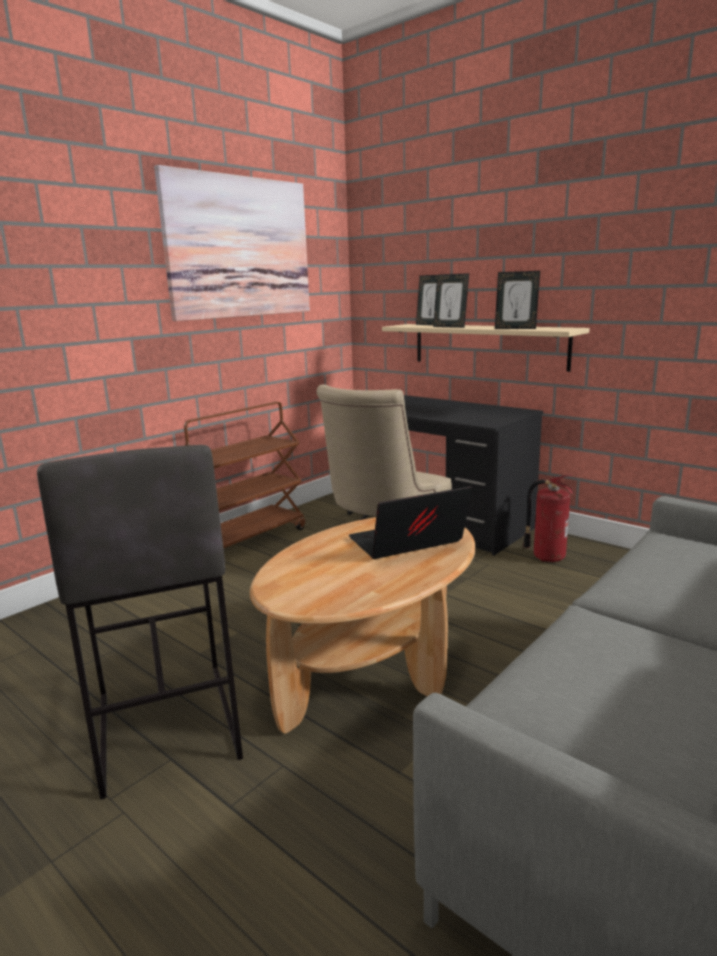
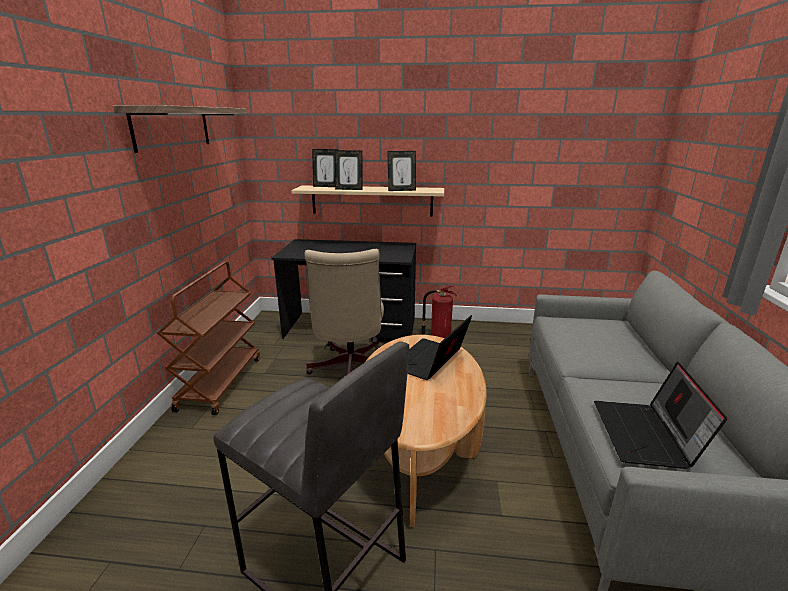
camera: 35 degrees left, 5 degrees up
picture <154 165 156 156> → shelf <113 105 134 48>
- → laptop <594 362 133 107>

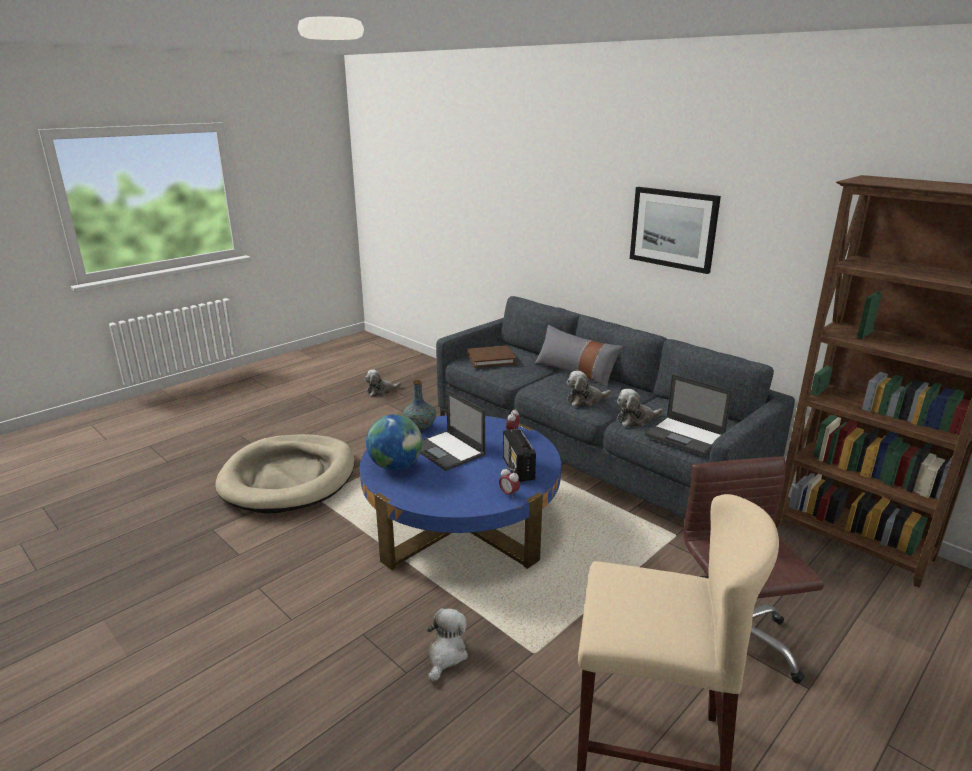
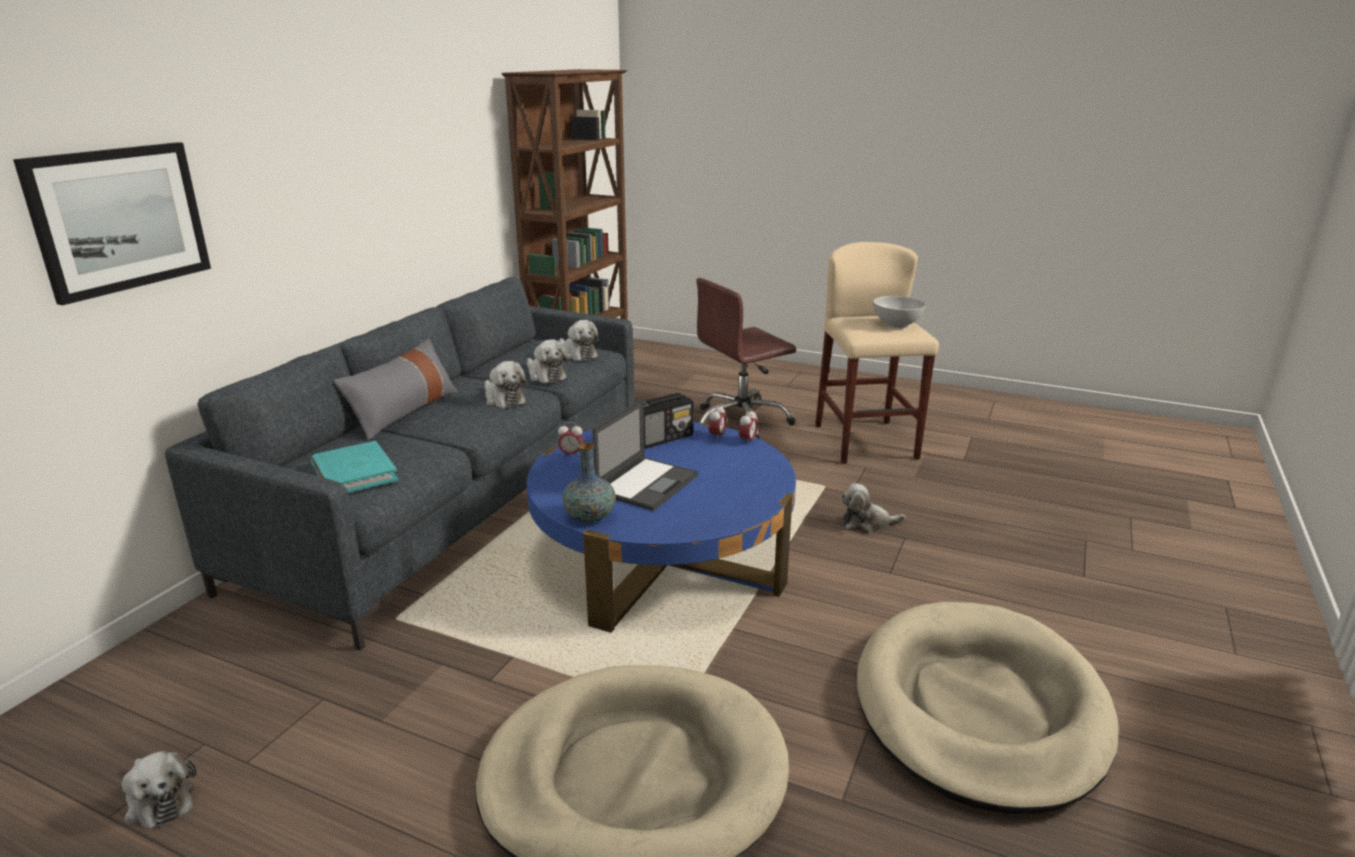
camera: 110 degrees left, 0 degrees up
picture <630 187 91 87> → picture <13 142 198 163>, moved
brown_book <467 346 49 22> → turquoise_book <311 441 87 52>
laptop <644 374 88 82> → plush_toy <559 320 39 41>
globe <366 414 56 56> → -
- → white_bowl <873 296 53 32>
- → alarm_clock <739 409 19 36>
- → beige_dog_bed <856 602 263 212>

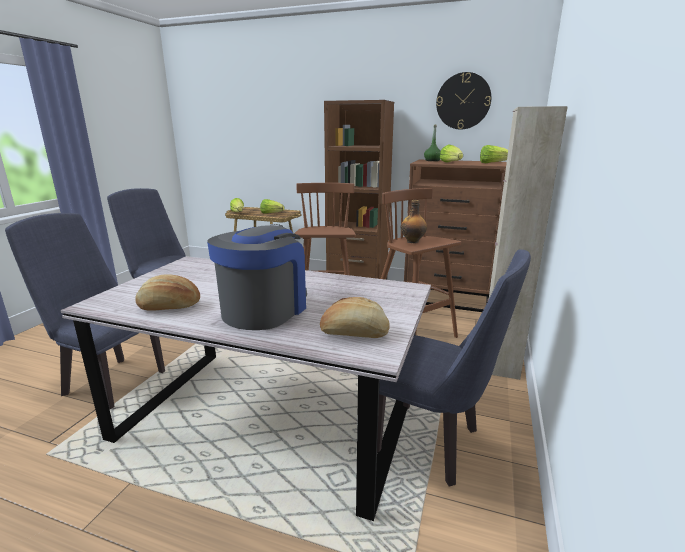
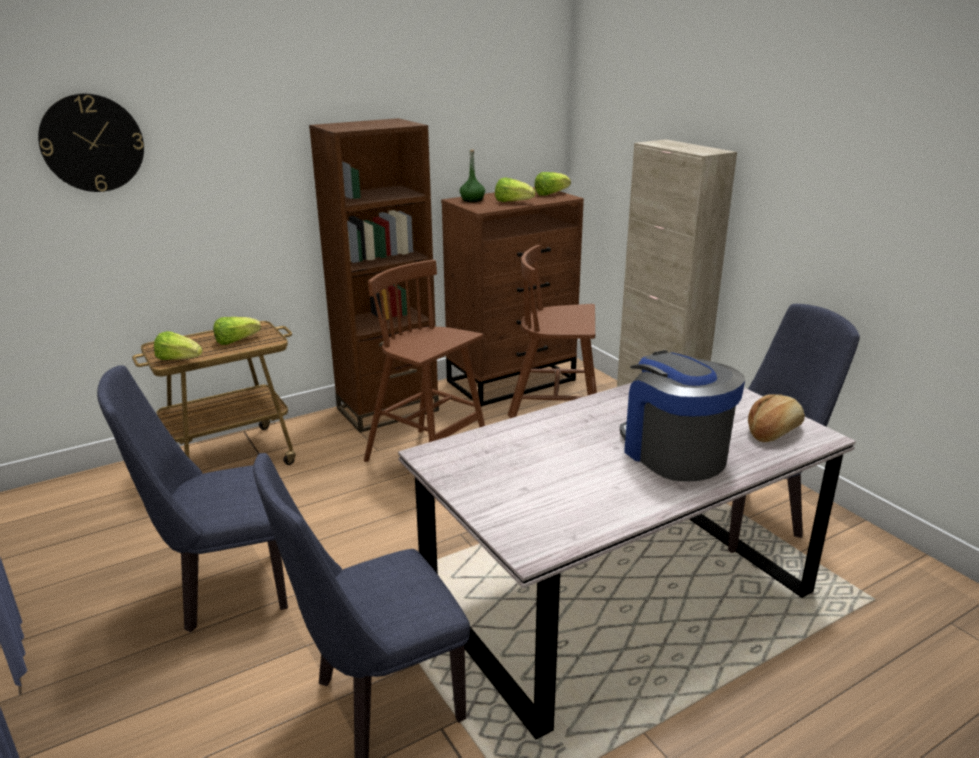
camera: 50 degrees left, 5 degrees up
wall_clock <436 72 55 58> → wall_clock <38 94 106 98>, moved
bottle <401 200 26 43> → -
bread <135 274 65 37> → -

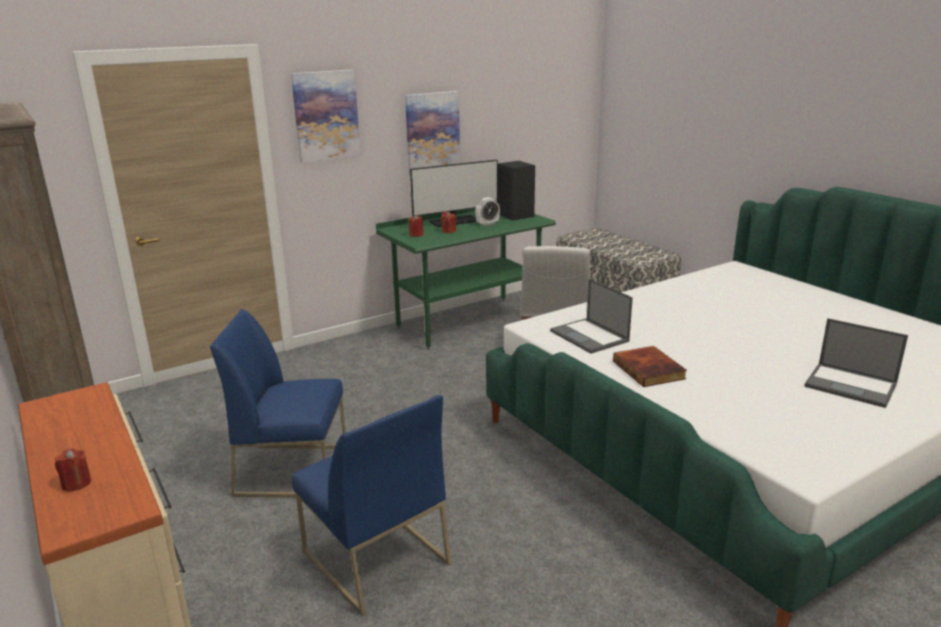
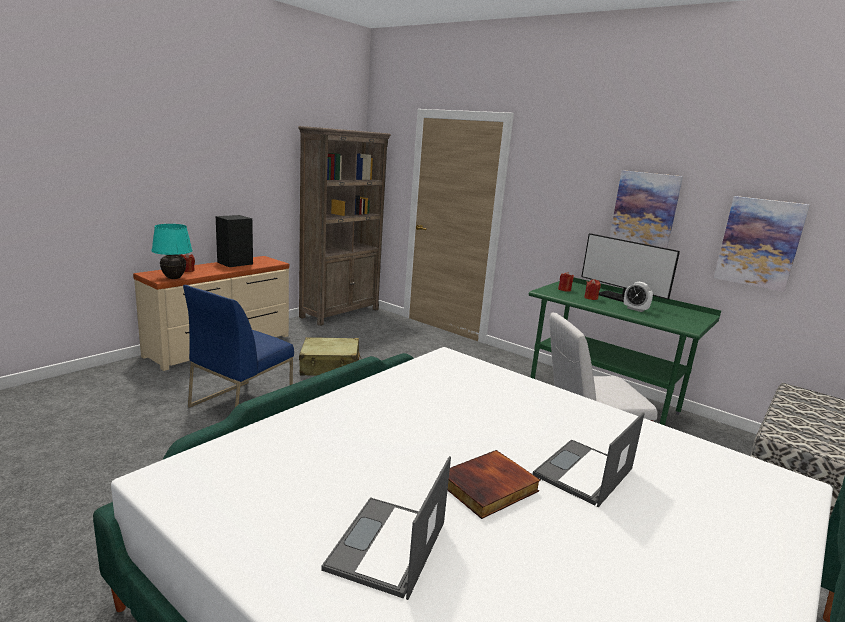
camera: 70 degrees right, 5 degrees down
picture <291 70 70 93> → picture <714 196 96 96>, moved
black_speaker <498 161 37 59> → black_speaker <216 215 37 52>, moved
laptop <550 279 83 75> → laptop <533 412 112 95>, moved
blue_chair <210 309 136 188> → beige_suitcase <299 337 63 39>
book <613 346 74 41> → book <440 450 101 69>, moved
- → turquoise_table_lamp <152 224 41 55>

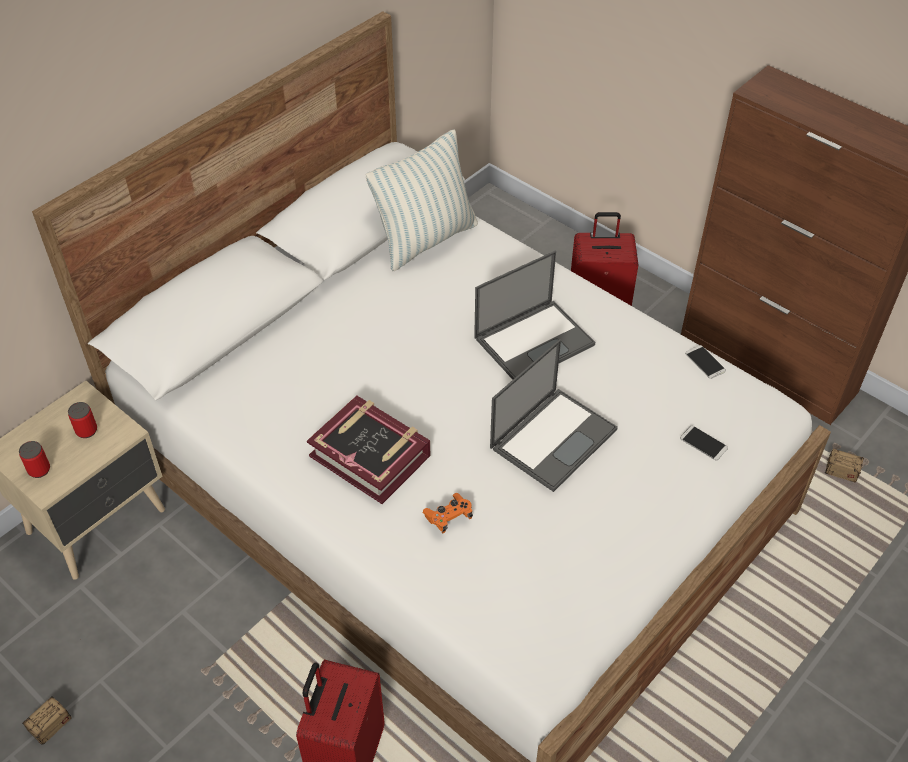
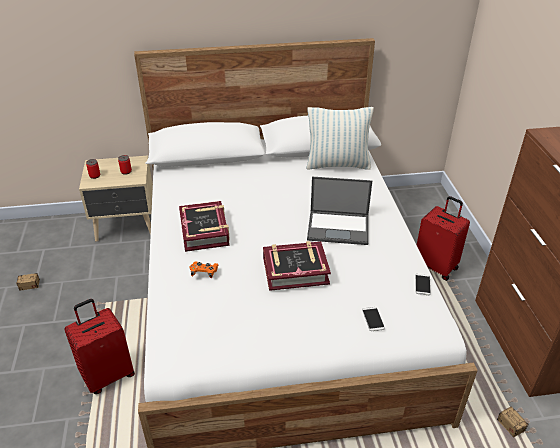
camera: 40 degrees right, 10 degrees down
laptop <490 339 128 153> → book <263 241 68 50>

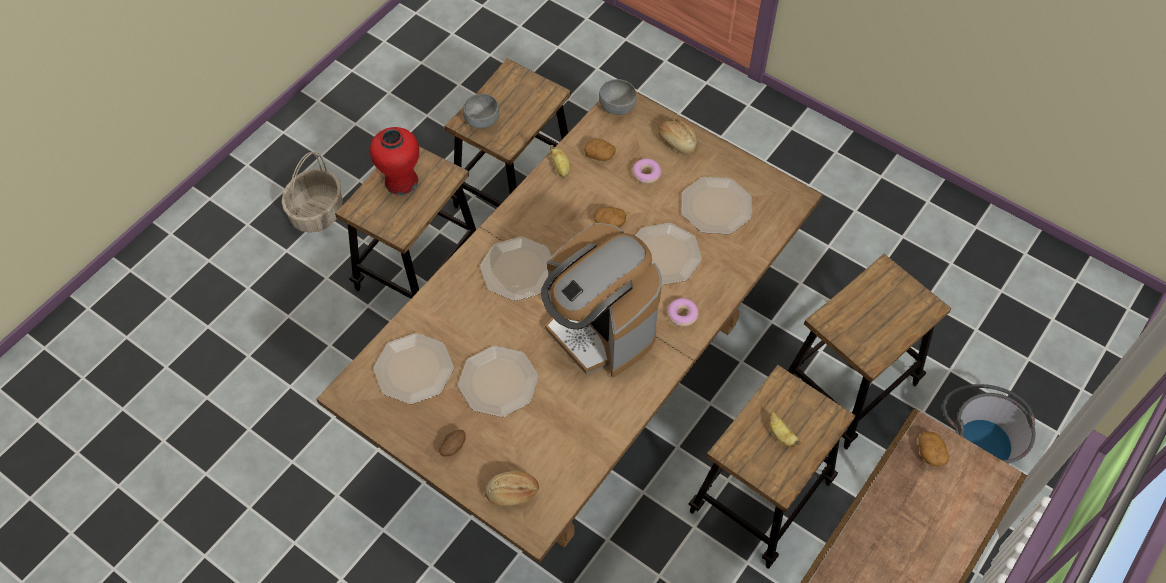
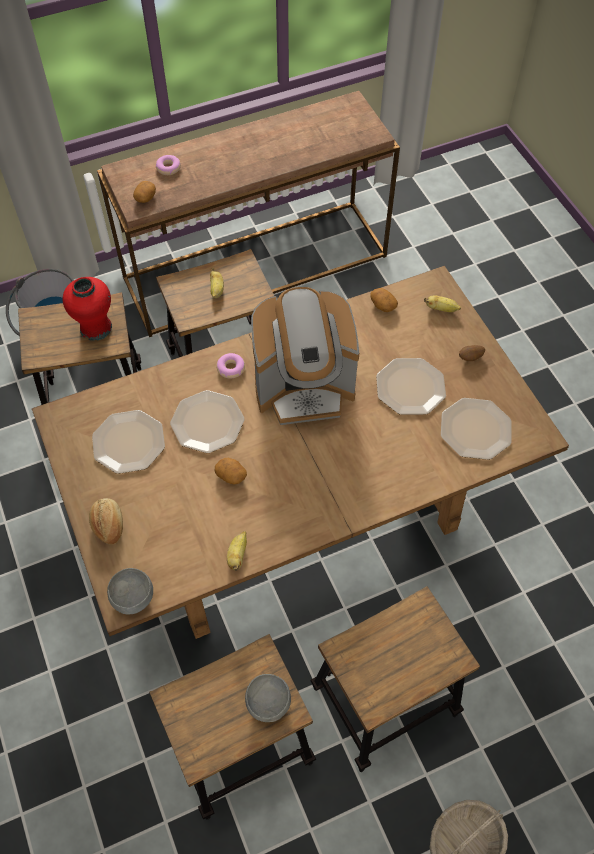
camera: 150 degrees left, 0 degrees up
red_vase <370 127 49 68> → red_vase <62 277 50 64>, moved
potato <584 139 32 22> → potato <370 288 28 24>, moved
donut <632 158 29 26> → donut <156 155 25 20>, moved
coffee_machine <541 223 121 155> → coffee_machine <251 287 108 138>, 90 degrees clockwise
plate <480 237 71 64> → -
bread <485 471 54 35> → banana <424 295 37 17>

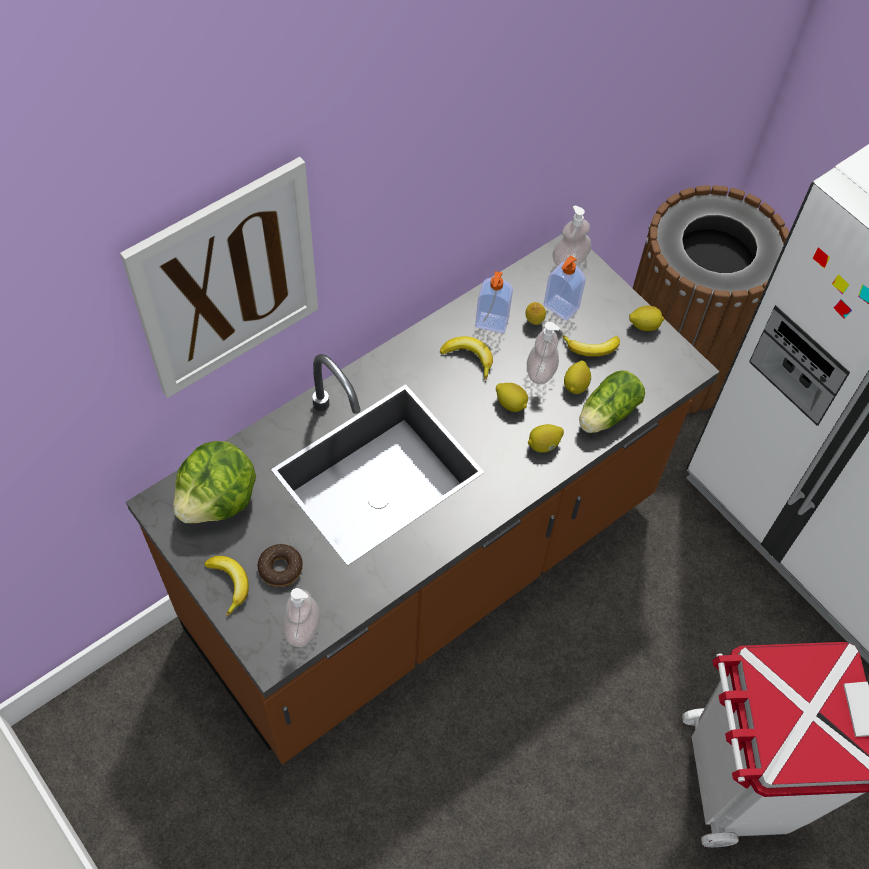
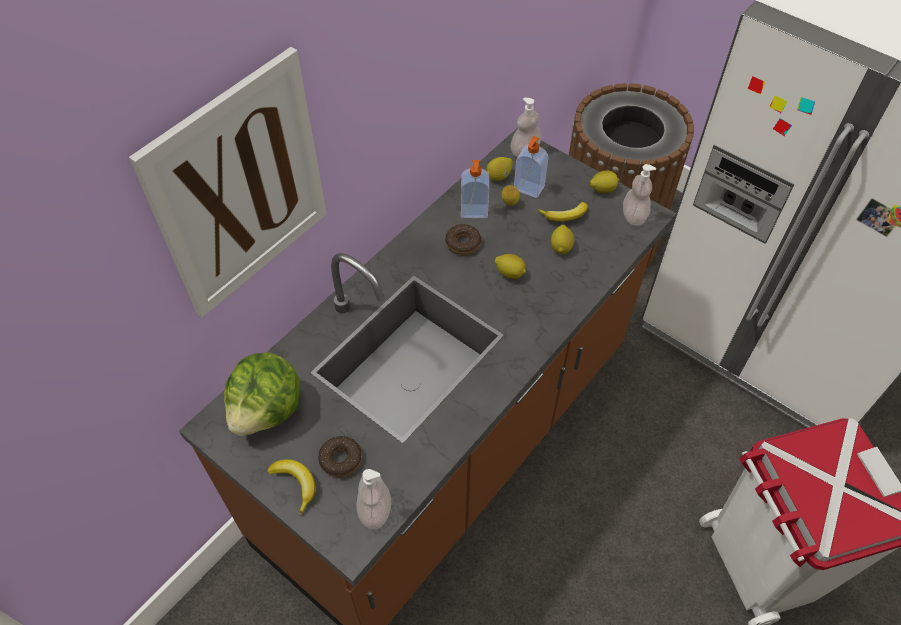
camera: 10 degrees left, 5 degrees down
soap_dispenser <527 322 33 62> → soap_dispenser <623 164 33 61>, moved
banana <440 336 53 44> → donut <445 224 36 31>
lettuce <579 370 66 63> → -
lemon <528 424 36 29> → lemon <486 157 27 24>, moved

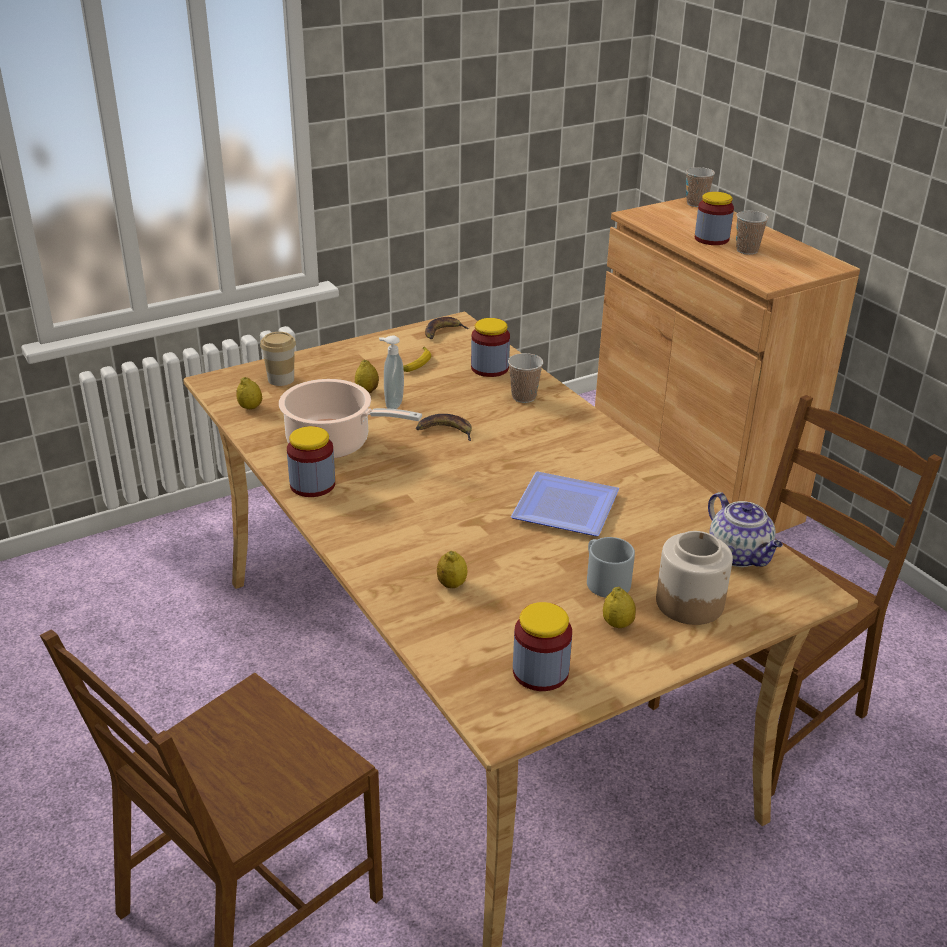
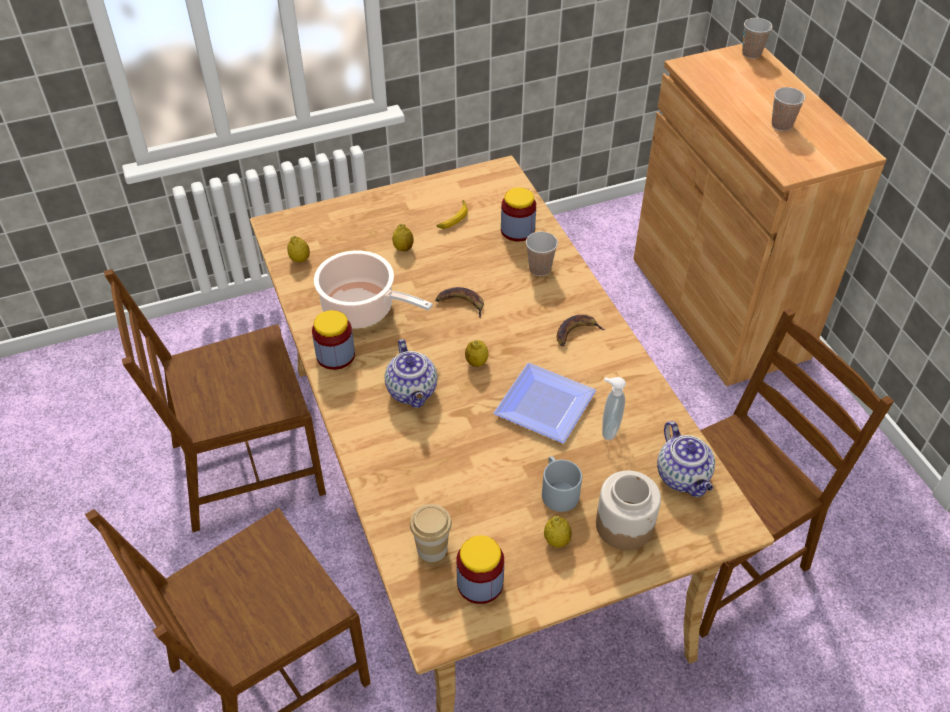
camera: 10 degrees right, 15 degrees up
jar <694 192 40 53> → -
banana <425 317 44 22> → banana <557 314 48 32>, moved
cup <260 332 36 54> → cup <410 504 42 58>, moved
soap_dispenser <379 336 25 73> → soap_dispenser <602 377 24 63>, moved
lemon <437 551 30 37> → lemon <465 340 23 27>, moved
- → brown_chair <104 269 222 263>
- → teapot <385 339 53 69>

